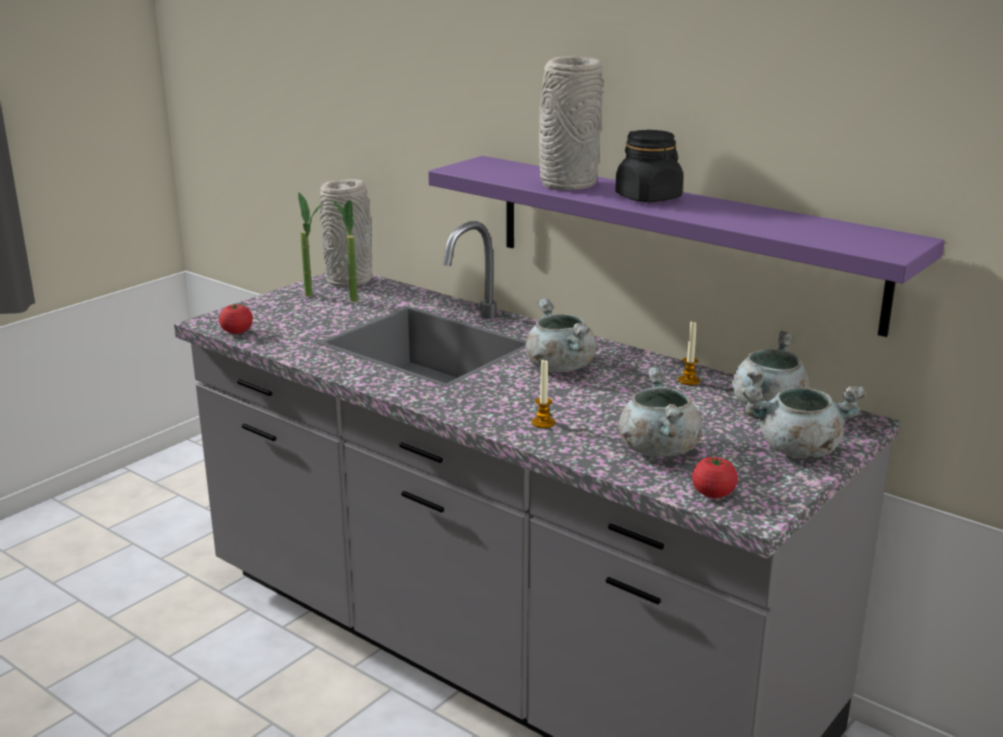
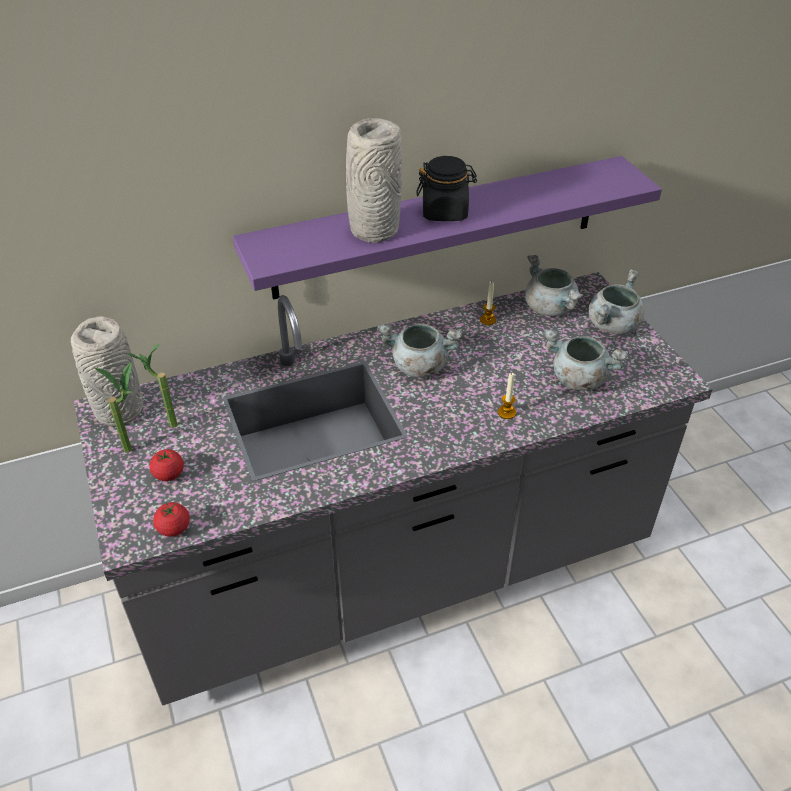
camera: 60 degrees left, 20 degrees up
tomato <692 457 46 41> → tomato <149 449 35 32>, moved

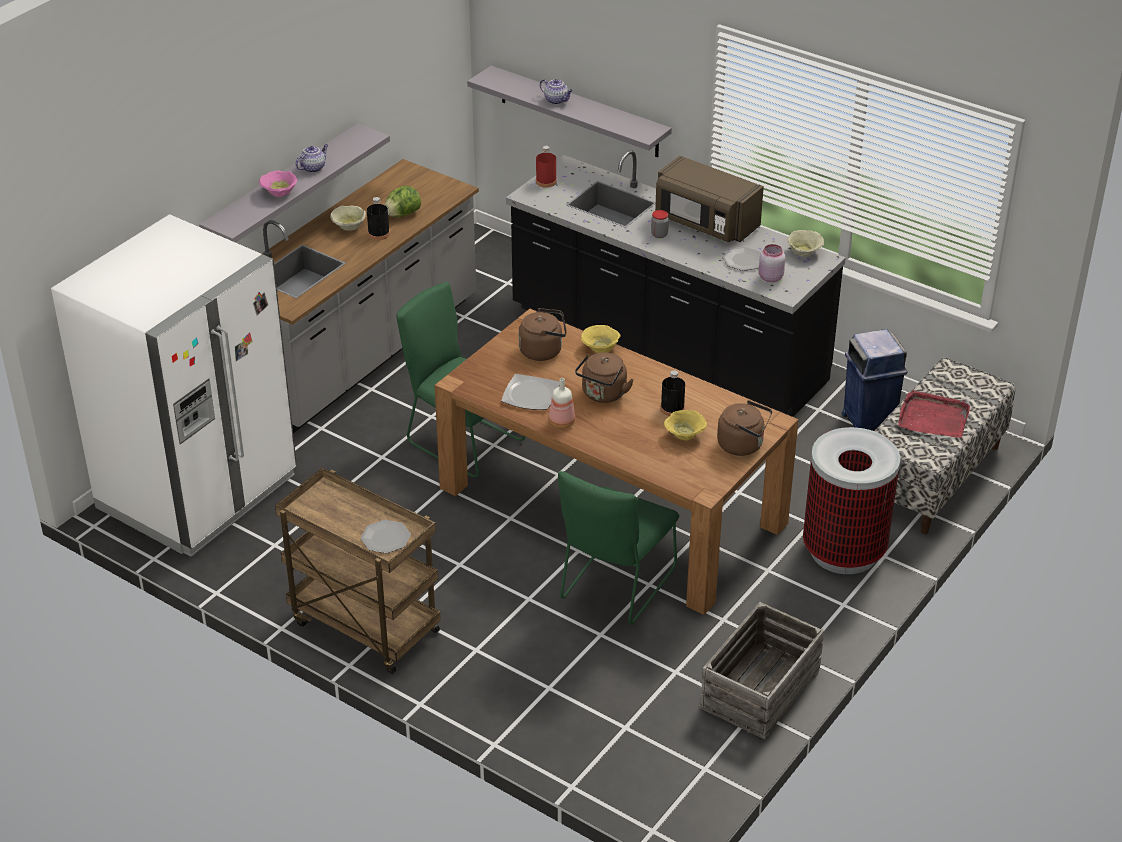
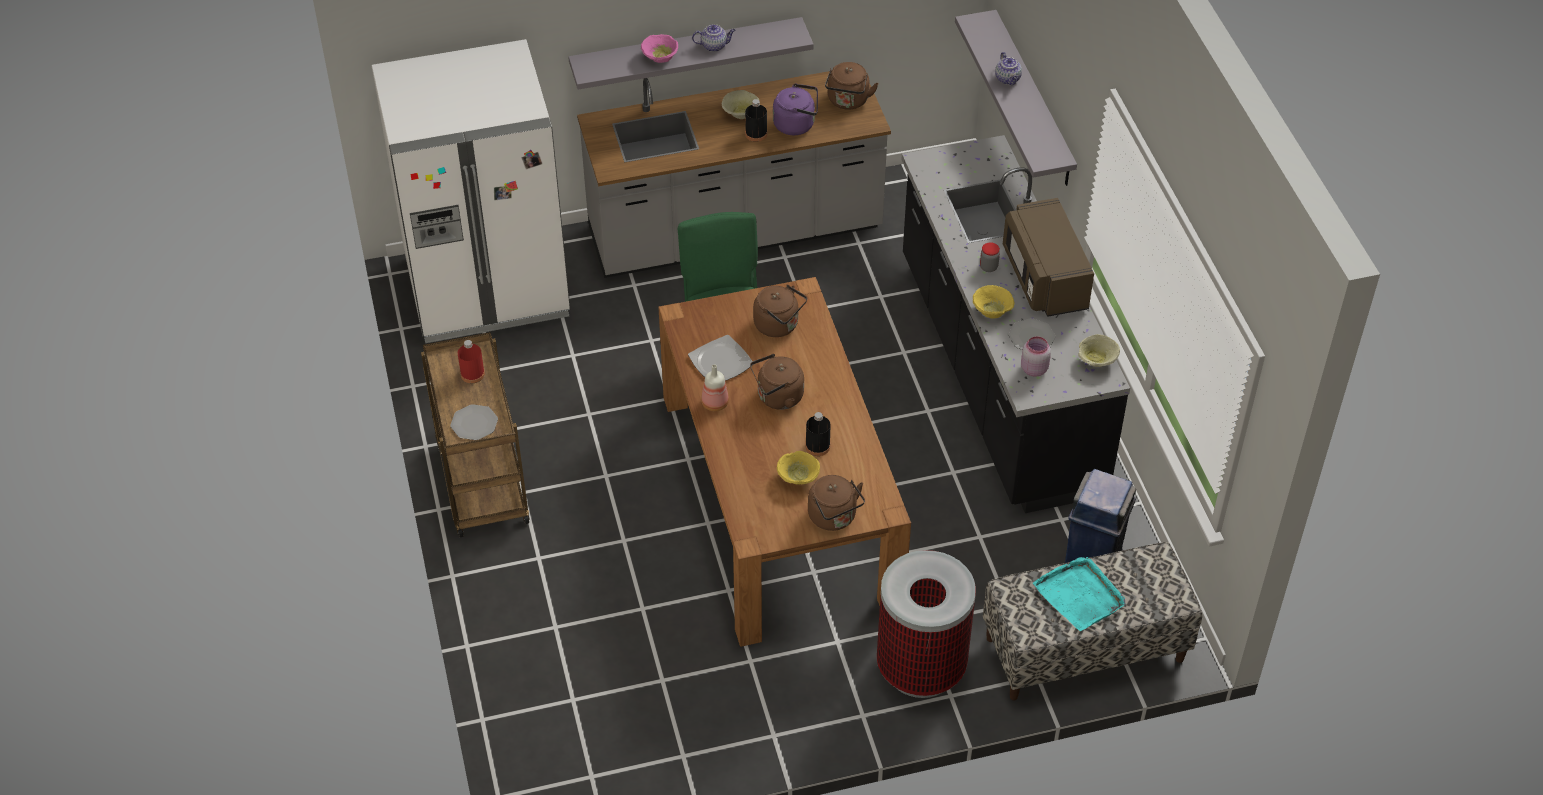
camera: 40 degrees right, 10 degrees up
red_bottle <536 146 21 42> → red_bottle <458 340 27 43>, moved
lettuce <385 186 36 31> → purple_kettle <773 83 45 52>
yellow_bowl <581 325 40 28> → yellow_bowl <973 285 42 34>, moved
red_tray <898 390 72 48> → turquoise_tray <1033 557 92 74>
green_chair <558 471 121 153> → -
crate <699 602 125 138> → -
- → brown_kettle <825 62 54 48>

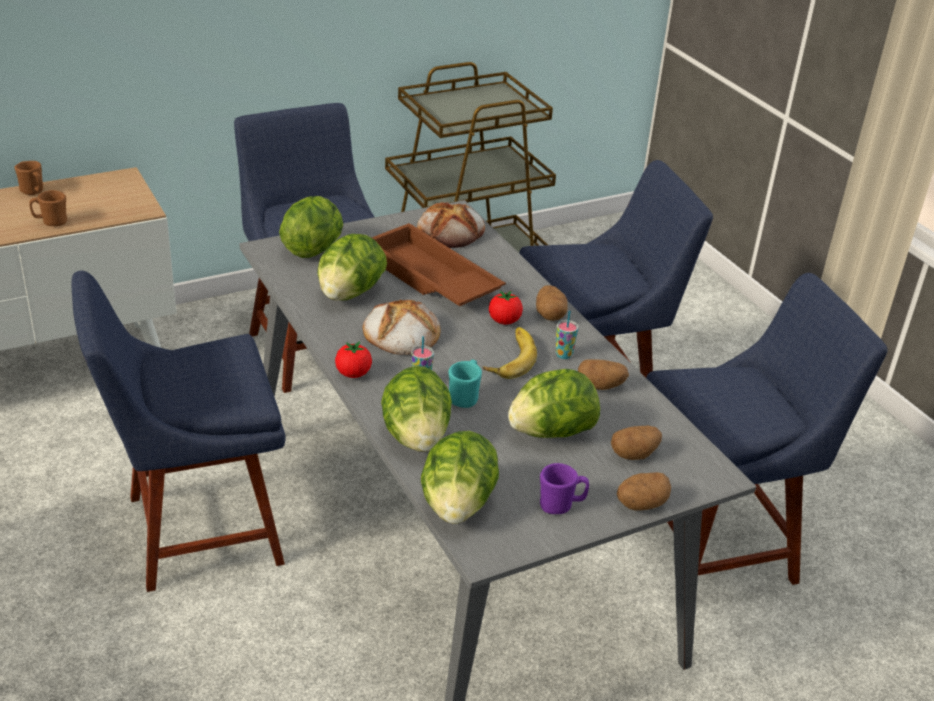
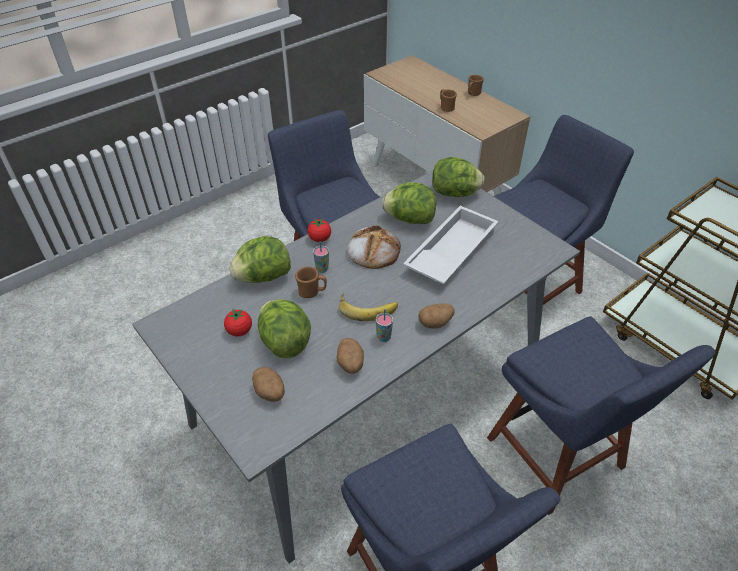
camera: 80 degrees right, 10 degrees up
bread <417 202 68 46> → -
brown_tray <371 223 135 83> → white_tray <403 206 96 78>
tomato <489 290 34 35> → tomato <224 308 28 28>, moved
turquoise_mug <448 359 34 49> → brown_mug <295 267 32 31>
lettuce <421 431 78 93> → -
purple_mug <540 463 49 51> → -
potato <617 472 54 38> → -

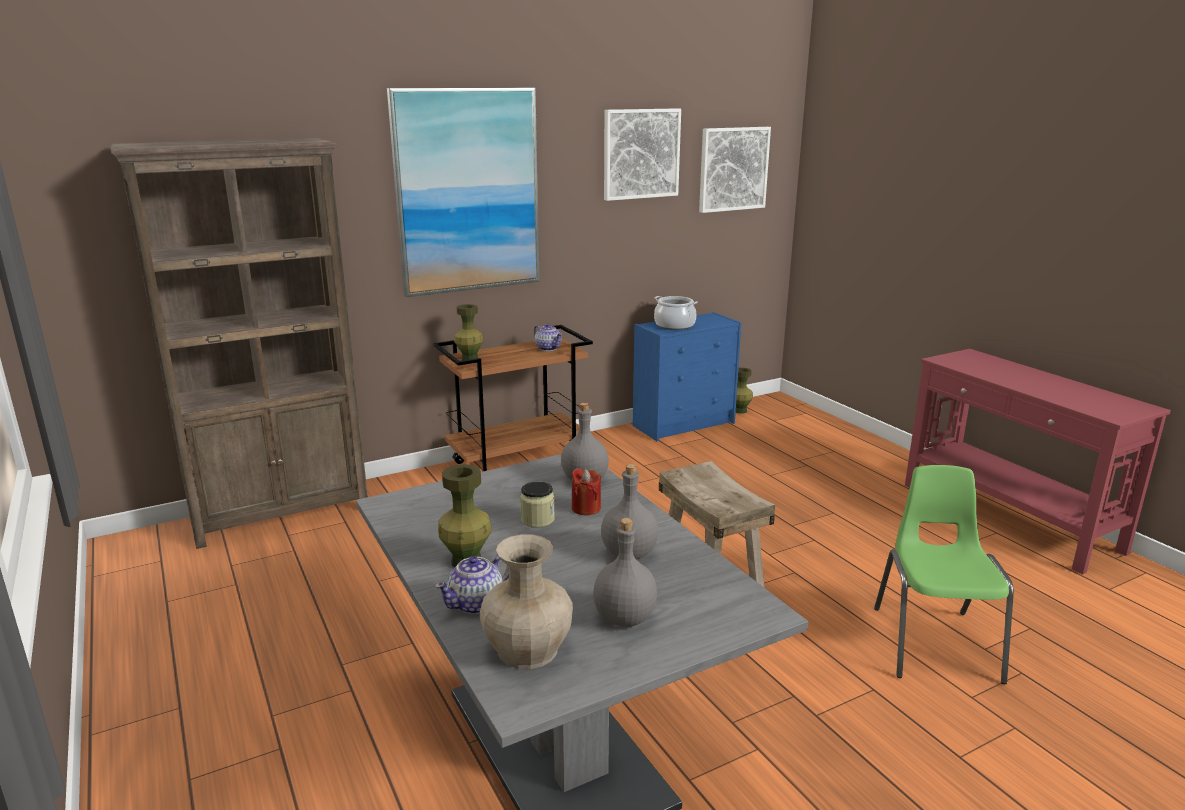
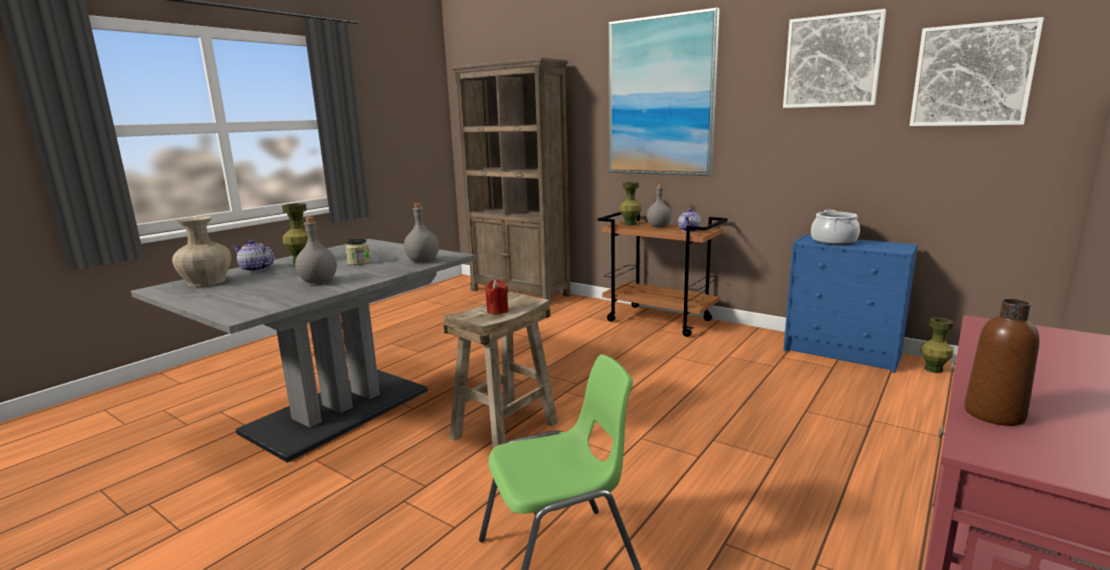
camera: 65 degrees right, 5 degrees down
red_candle <571 468 30 47> → red_candle <485 279 24 35>, moved
grey_bottle <593 518 64 109> → grey_bottle <647 184 24 43>, moved
- → brown_bottle <964 299 76 127>

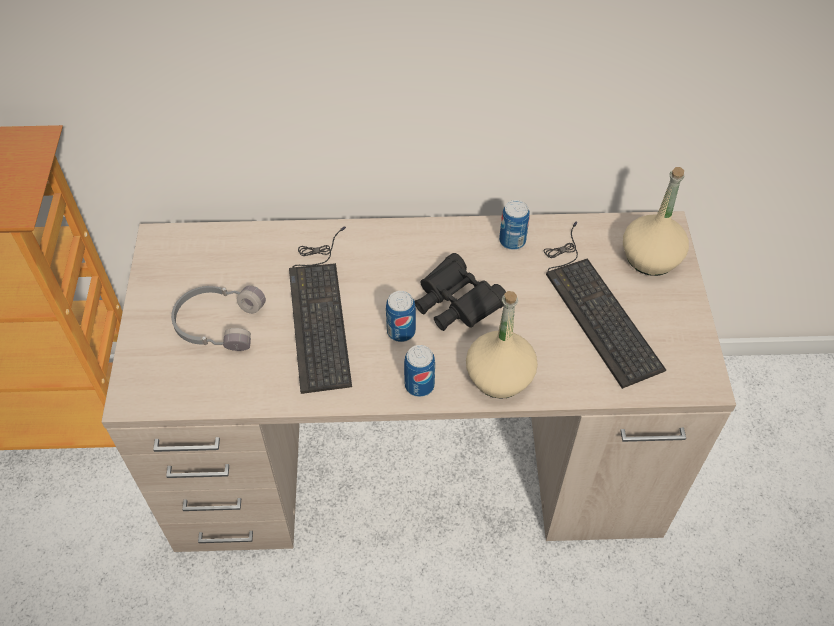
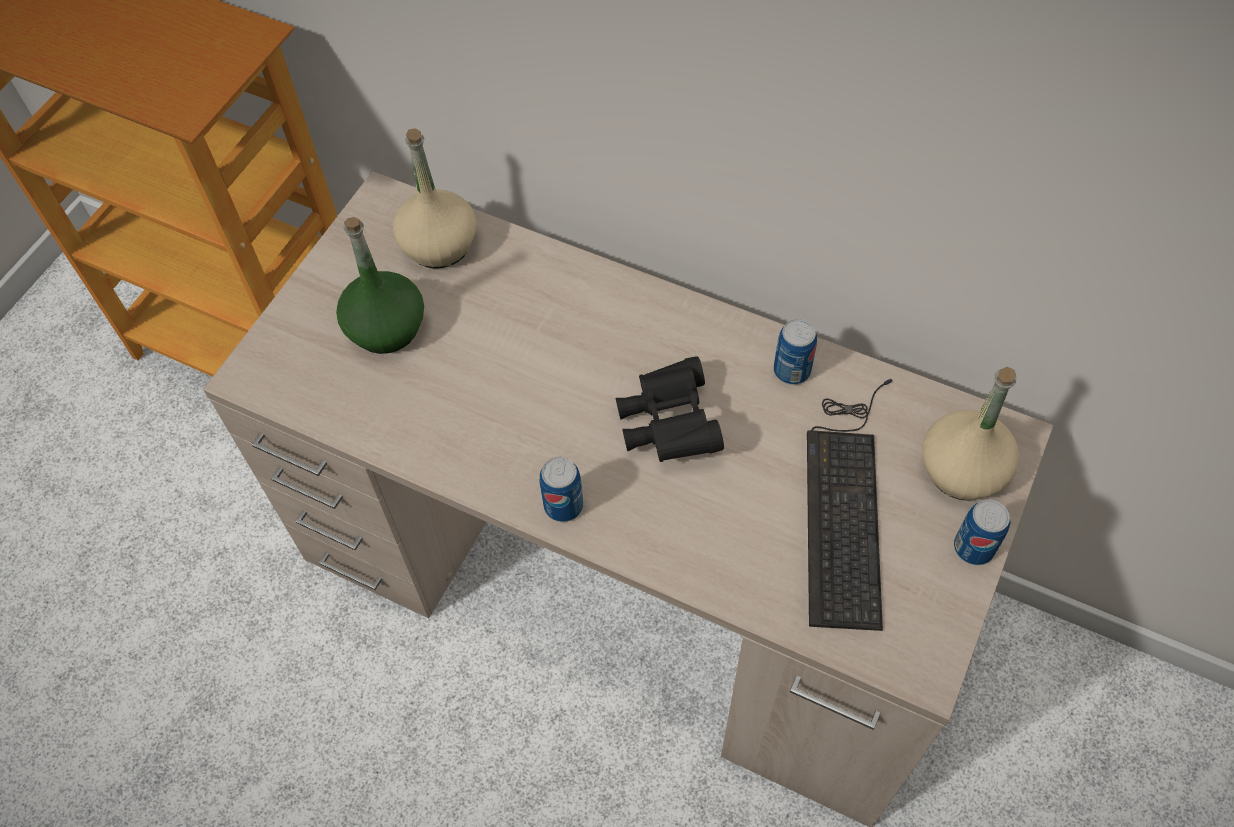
camera: 30 degrees right, 5 degrees up
keyboard <289 226 63 168> → -
grey_headphones <171 285 95 66> → green_bottle <336 217 88 137>
can <386 291 30 51> → can <954 499 56 66>, moved
beige_bottle <466 291 72 108> → beige_bottle <393 128 83 141>, moved

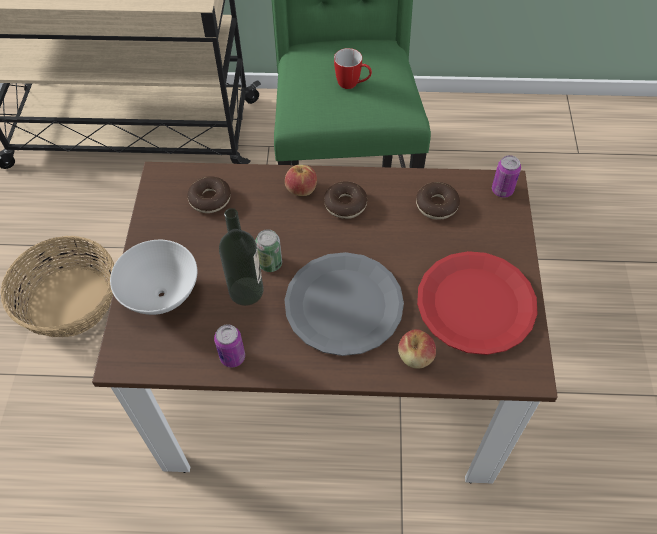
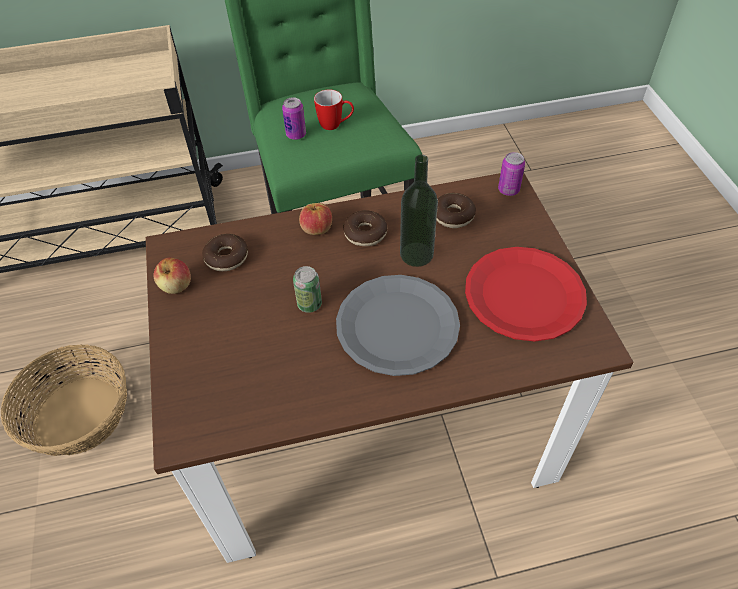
camera: 15 degrees left, 5 degrees down
bottle <219 208 45 98> → bottle <400 155 38 112>, moved
white_bowl <110 240 87 75> → -
can <214 324 31 44> → can <282 97 24 43>, moved
apple <398 329 38 40> → apple <154 258 37 36>, moved

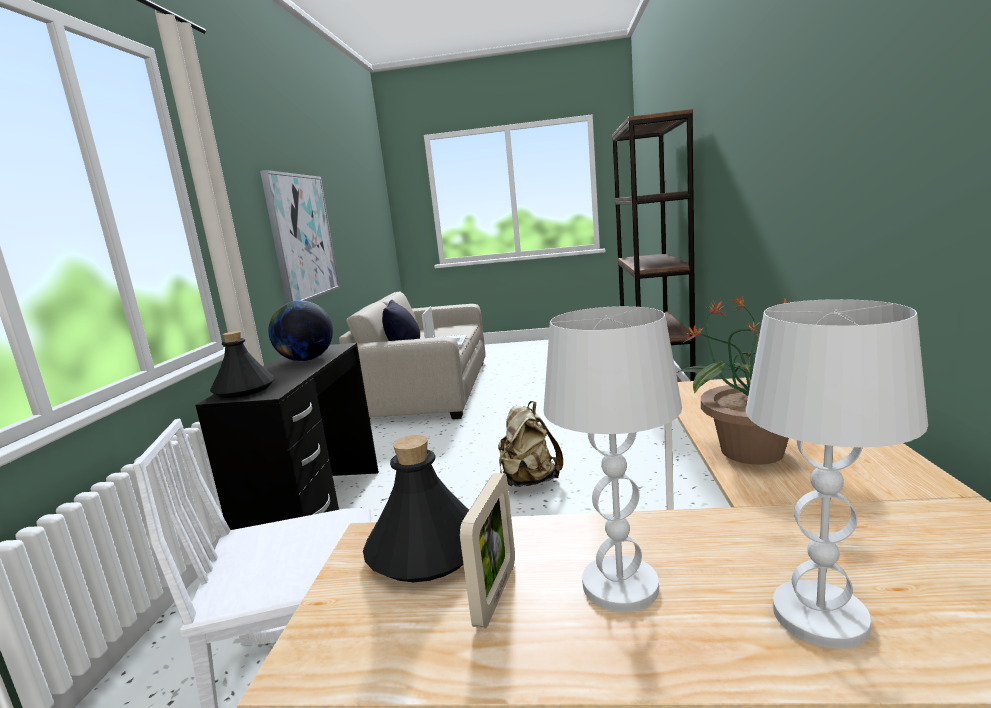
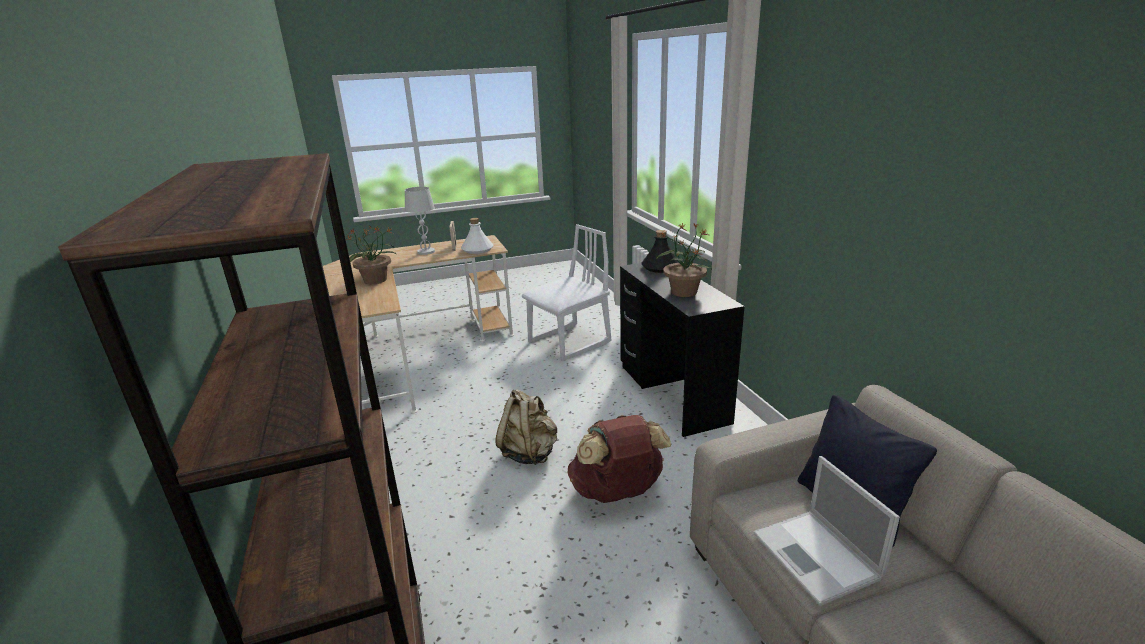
camera: 155 degrees right, 10 degrees up
picture <260 170 80 133> → -
white_table_lamp <746 299 182 350> → -
globe <268 301 65 60> → potted_plant <656 223 56 74>
black_bottle <363 435 106 147> → white_bottle <461 218 32 36>
- → brown_backpack <567 415 104 88>

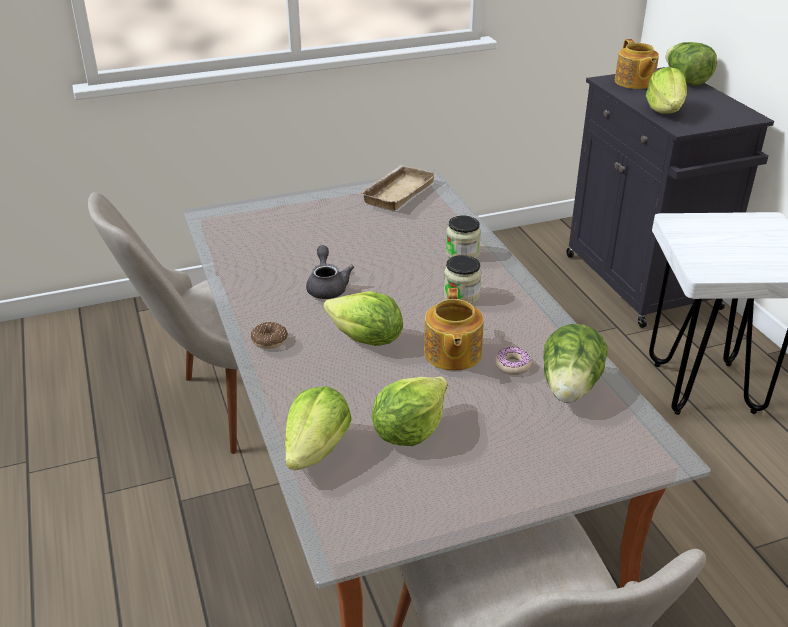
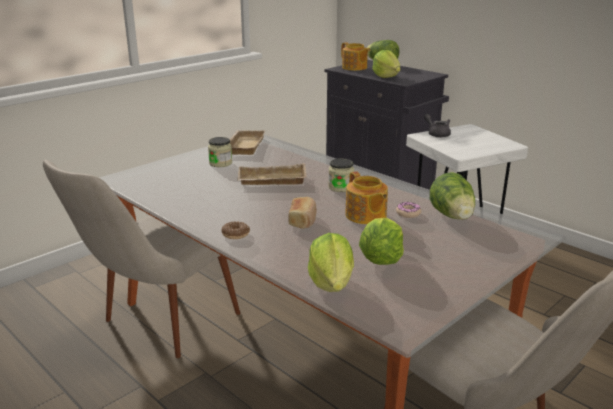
camera: 25 degrees left, 10 degrees down
jar <446 215 35 44> → jar <208 137 24 30>, moved
grey_teapot <306 245 48 54> → grey_teapot <424 114 27 24>, moved
lettuce <323 291 80 55> → bread <288 197 29 32>
- → beige_tray <237 163 70 22>

